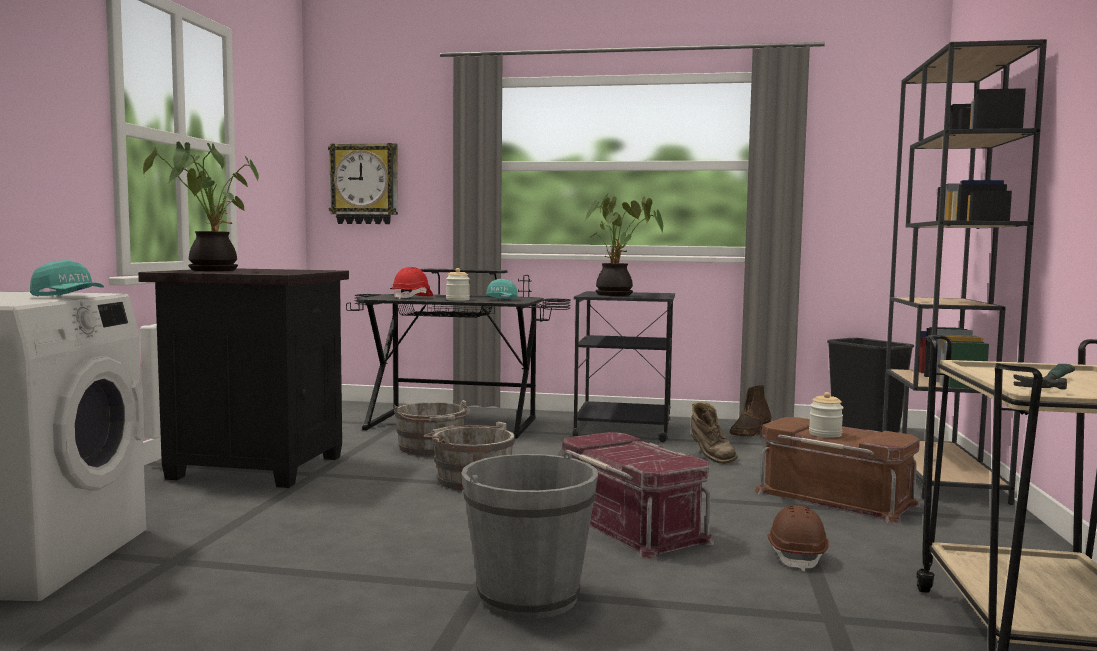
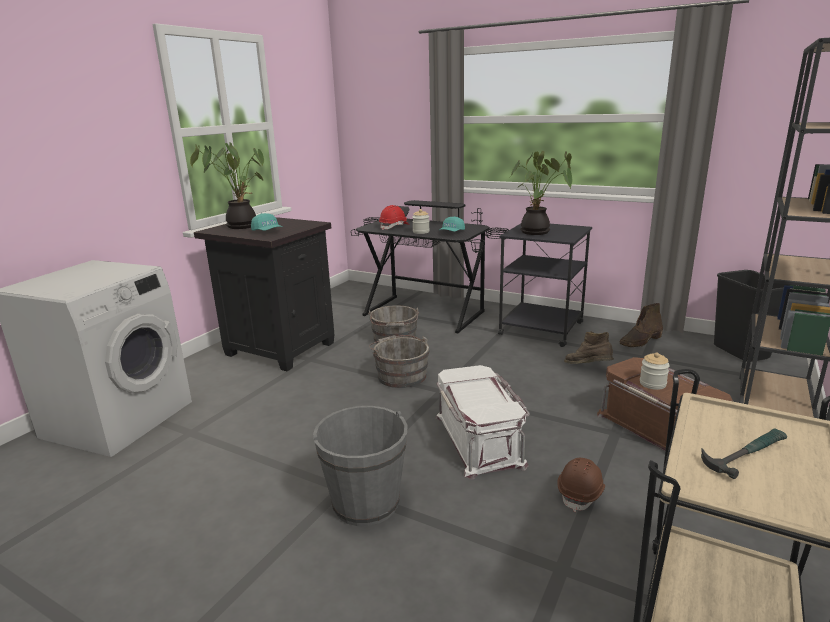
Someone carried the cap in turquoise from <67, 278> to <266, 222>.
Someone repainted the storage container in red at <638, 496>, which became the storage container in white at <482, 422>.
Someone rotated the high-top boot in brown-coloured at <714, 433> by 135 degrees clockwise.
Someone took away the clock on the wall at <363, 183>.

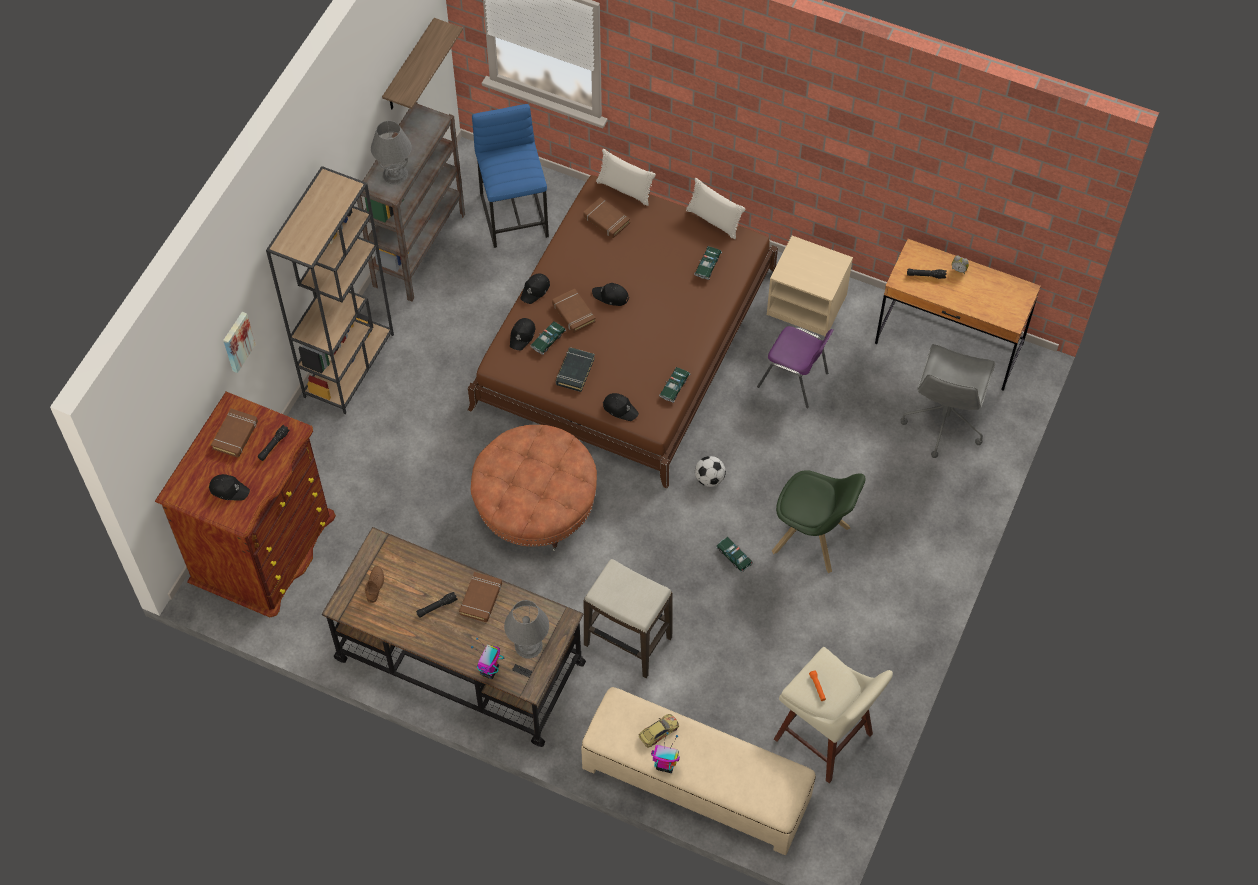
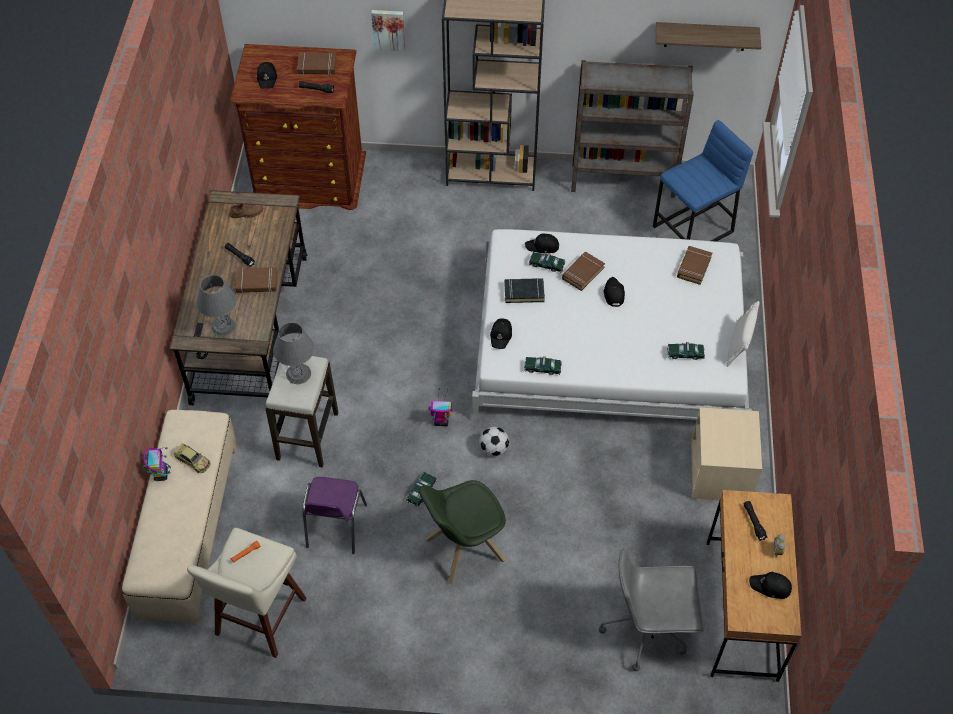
Someone carried the lamp for a table in greyish from <391, 152> to <294, 353>.
Someone carried the plain chair in purplish from <795, 367> to <335, 515>.
Someone rotated the plain chair in greenish at <819, 521> by 60 degrees clockwise.
Someone carried the robot figure from <487, 658> to <440, 407>.
Someone repainted the bed in brown-coloured at <623, 332>, which became the bed in white at <611, 324>.
Someone carried the cap in black from <535, 288> to <770, 585>.
Someone took away the footrest in brown-coloured at <534, 488>.
Someone took away the cushion in white at <626, 177>.

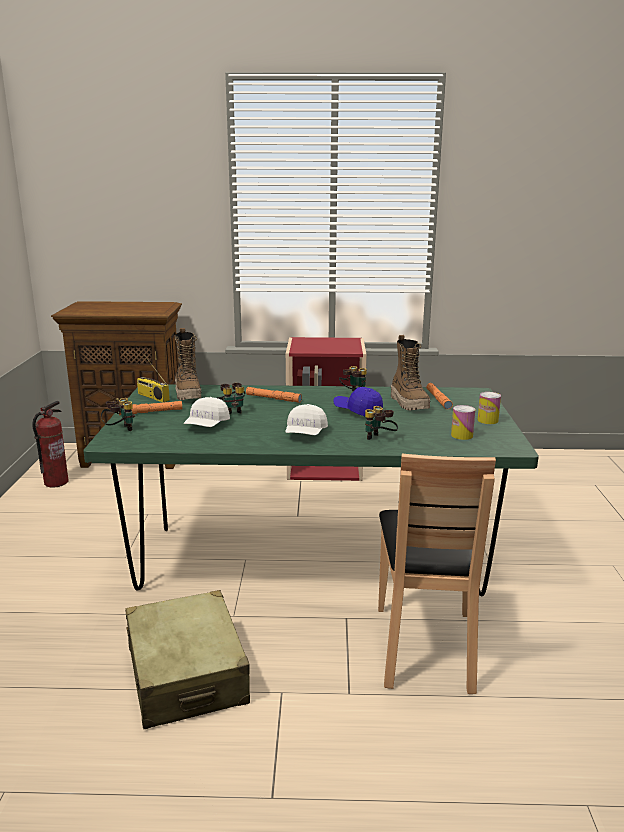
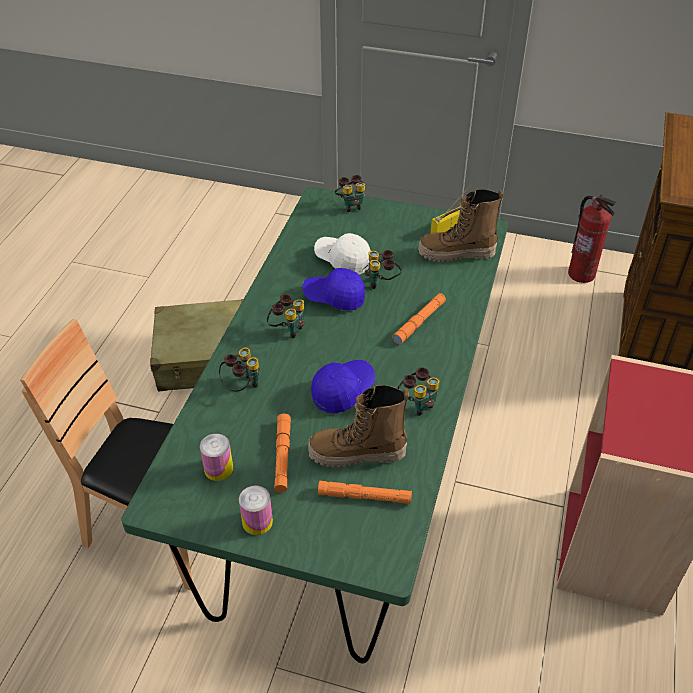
Someone swapped the cap in white at <306, 419> for the field glasses at <286, 316>.
Someone carried the hand torch in orange-coloured from <150, 408> to <282, 453>.
Someone put down the cap in blue at <333, 289>.

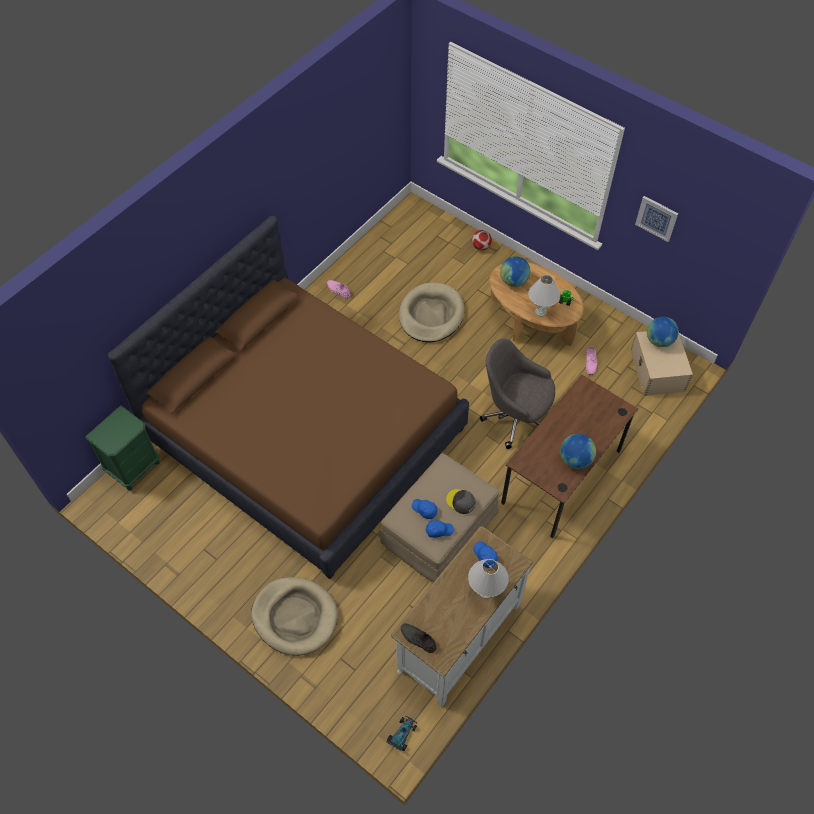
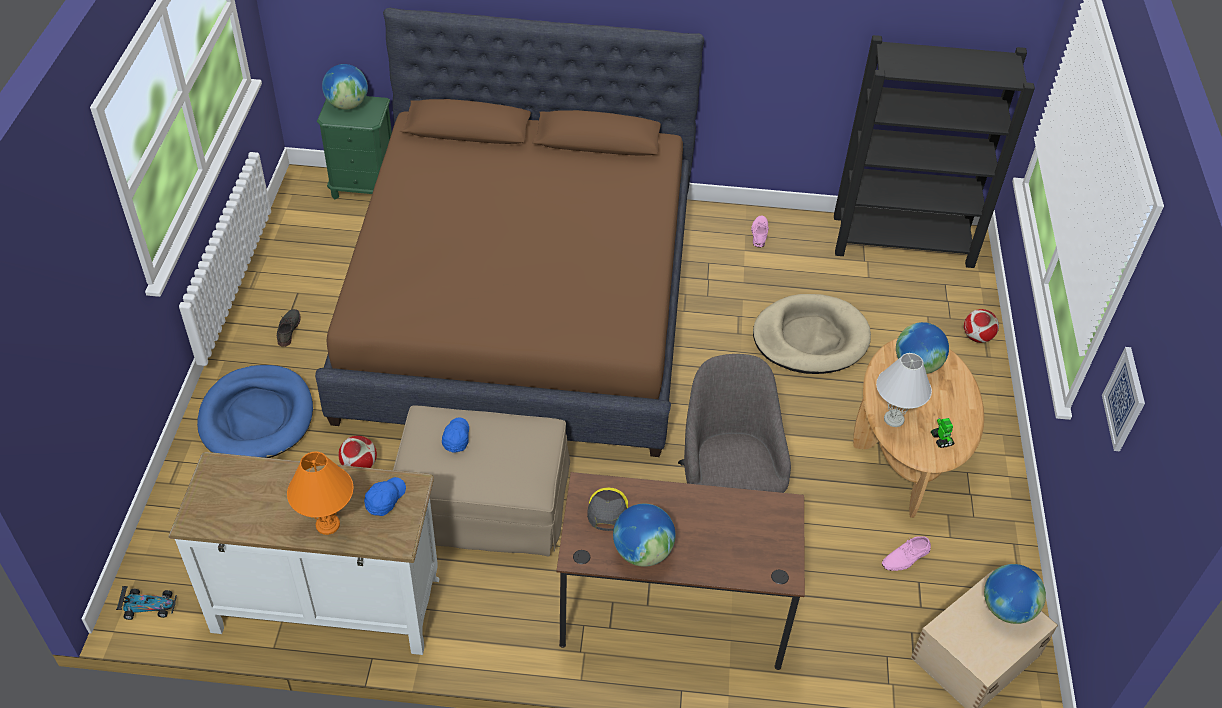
Someone repainted the pet bed in sand-coloured at <294, 616>, which became the pet bed in blue at <255, 411>.
Someone carried the low shoe in greyish from <418, 638> to <289, 328>.
Someone repainted the lamp for a table in white at <488, 579>, which became the lamp for a table in orange-coloured at <320, 493>.
Someone put down the world globe at <345, 87>.
Someone put down the football ball at <357, 452>.
Someone carried the cap in greyish from <460, 501> to <607, 509>.
Someone put down the shelving unit in black at <934, 151>.
Someone took away the cap in blue at <439, 529>.

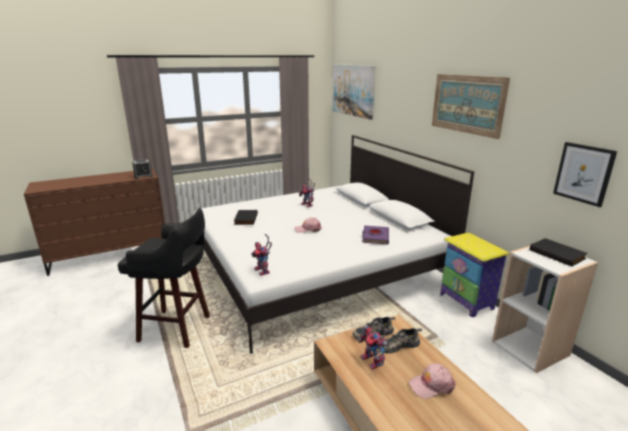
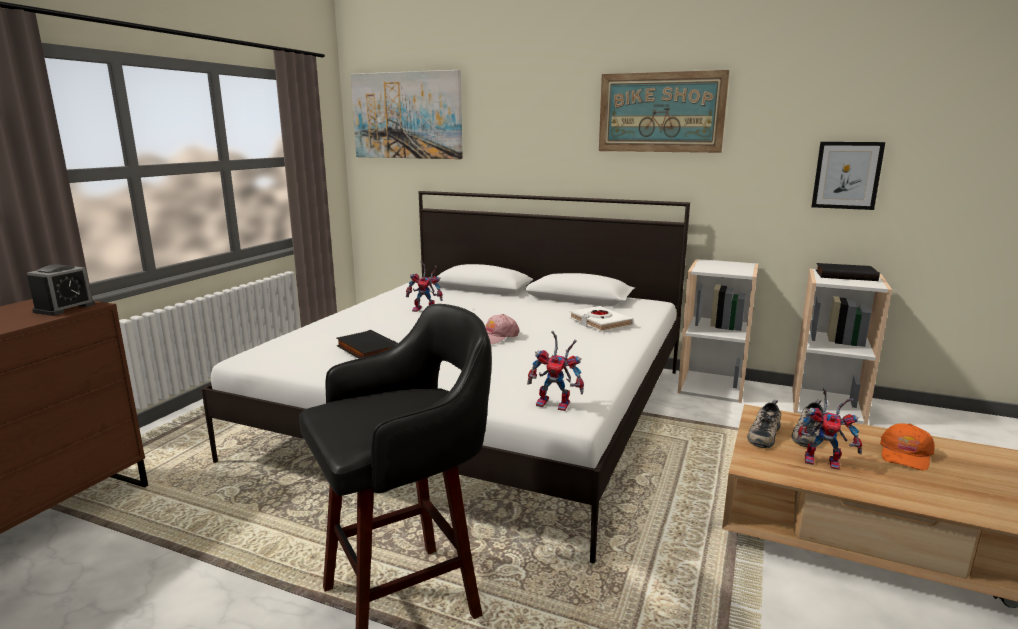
Someone repainted the bound book in purplish at <375, 235>, which became the bound book in white at <601, 318>.
Someone swapped the night table at <474, 275> for the shelving unit at <718, 331>.
Someone repainted the cap in pink at <432, 381>, which became the cap in orange-coloured at <907, 447>.

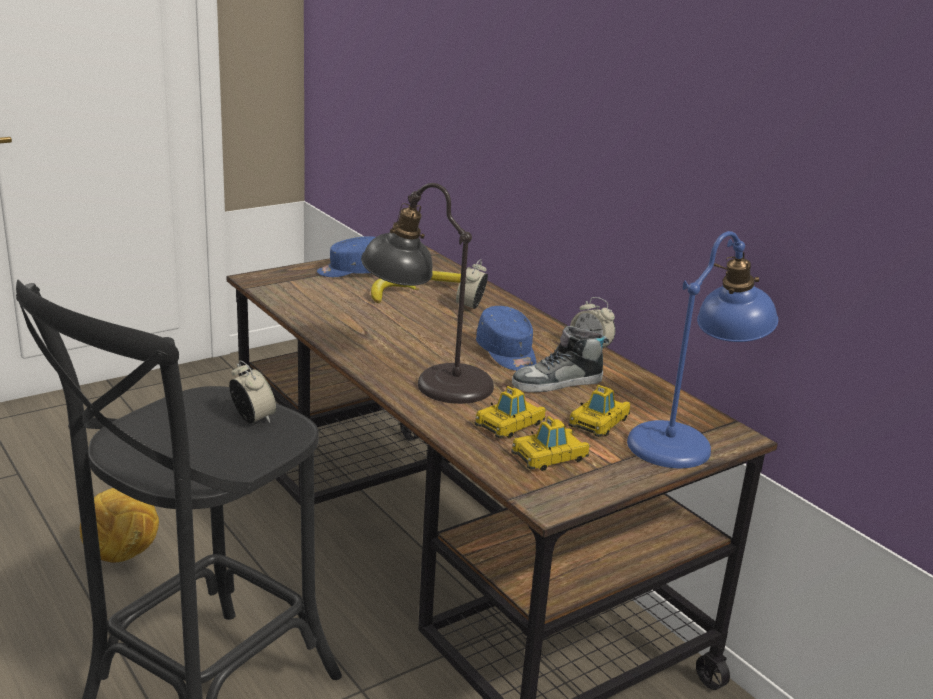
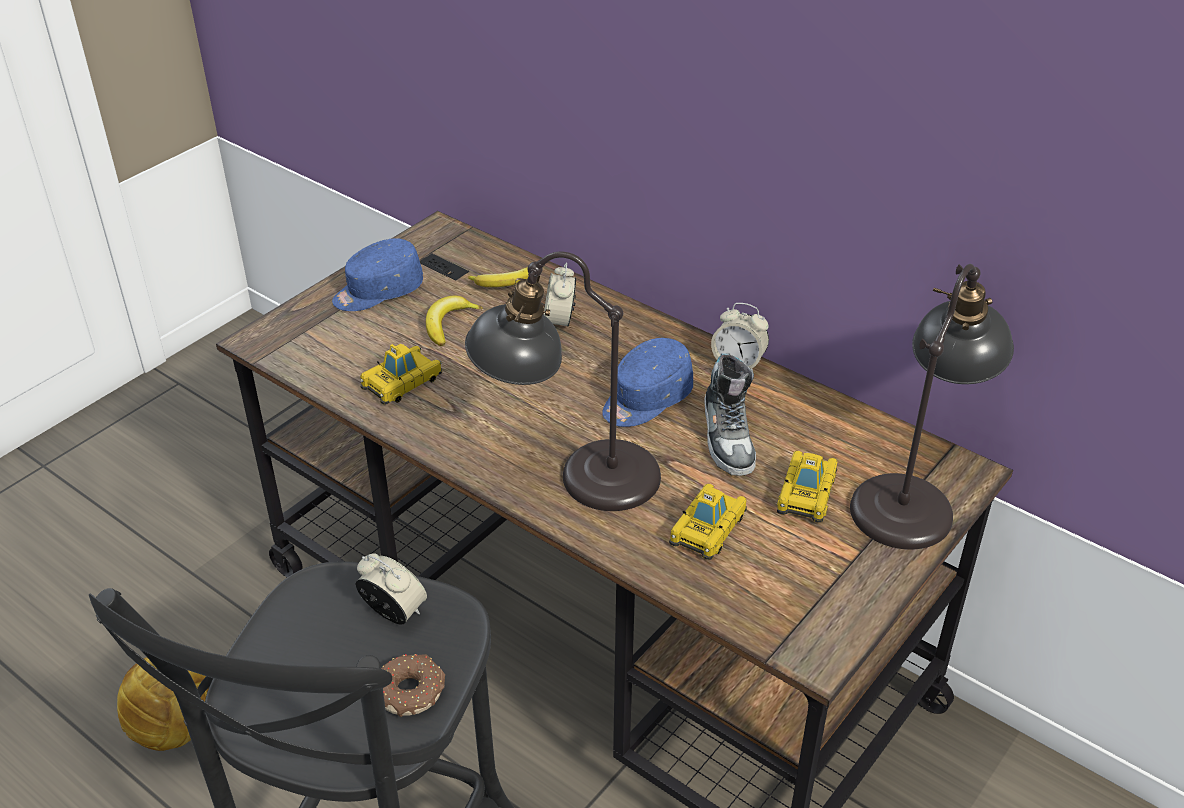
Someone carried the model car from <550, 443> to <401, 374>.
Someone put down the donut at <413, 685>.
Someone rotated the cap in blue at <506, 338> by 90 degrees clockwise.
Someone rotated the low shoe at <560, 359> by 60 degrees counterclockwise.
Someone repainted the lamp for a table in blue at <702, 349>, which became the lamp for a table in greyish at <932, 407>.

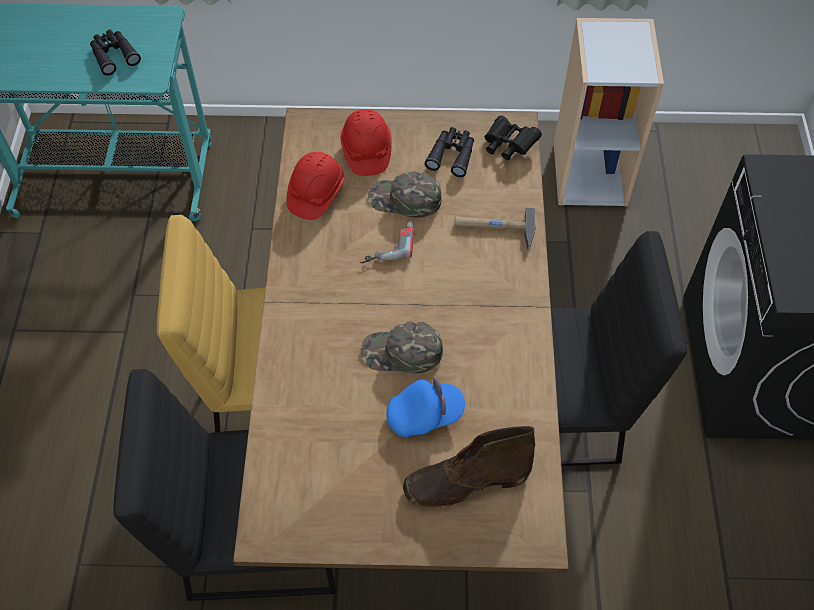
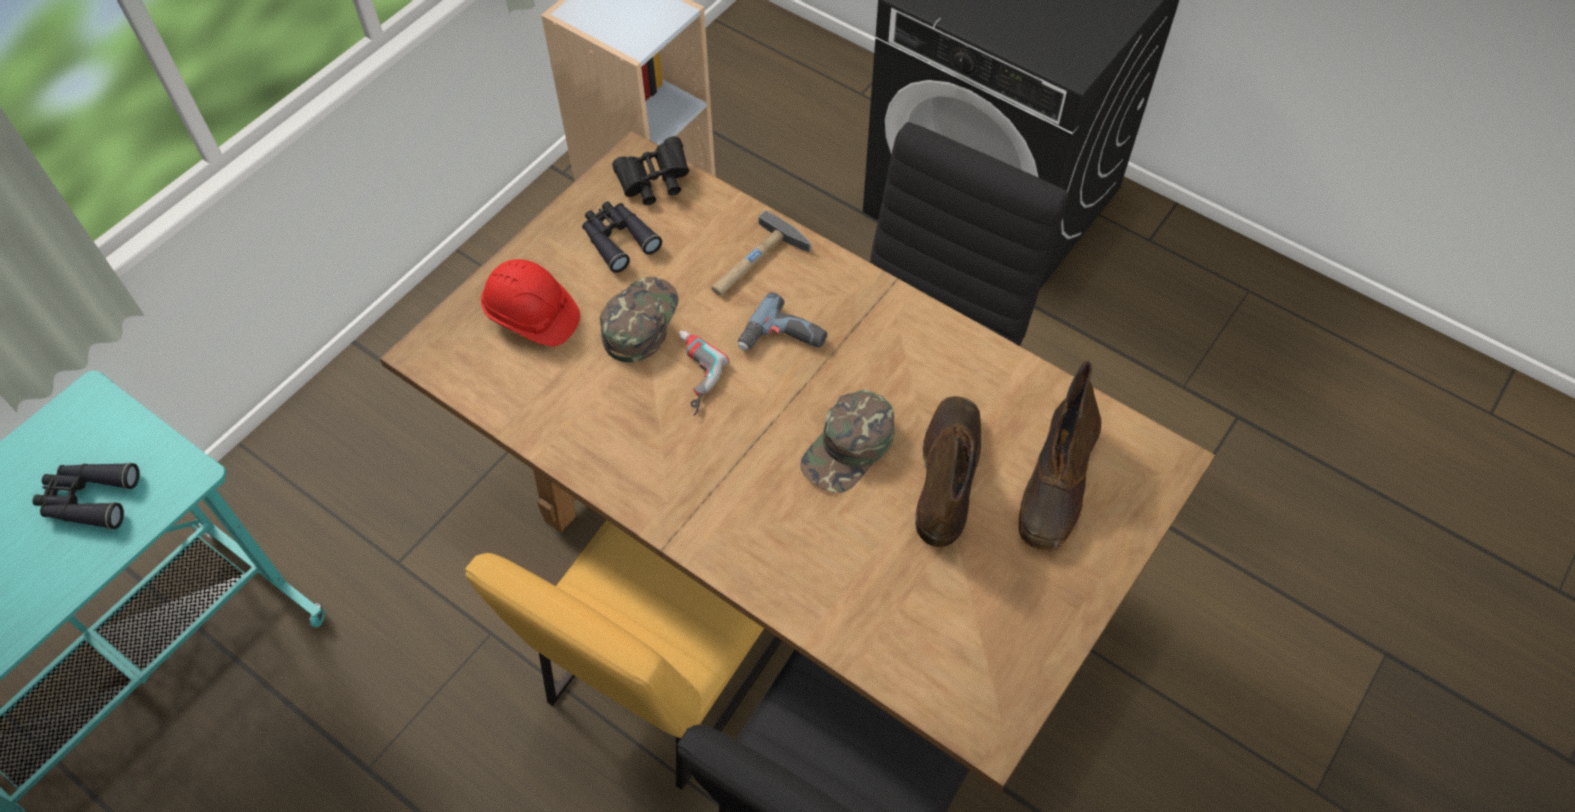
Someone rotated the cap in greenish at <405, 194> by 150 degrees clockwise.
Someone put down the electric drill at <782, 321>.
Someone swapped the cap in blue at <425, 407> for the high-top boot in brown-coloured at <948, 471>.
Someone took away the work helmet in red at <315, 186>.

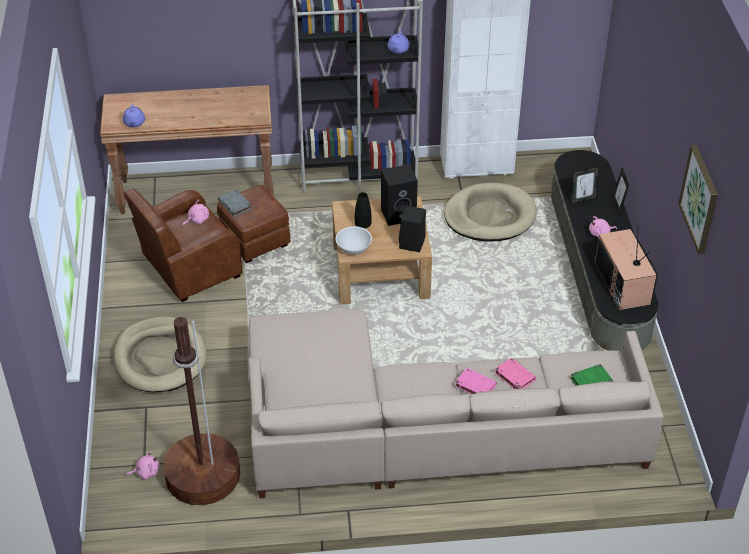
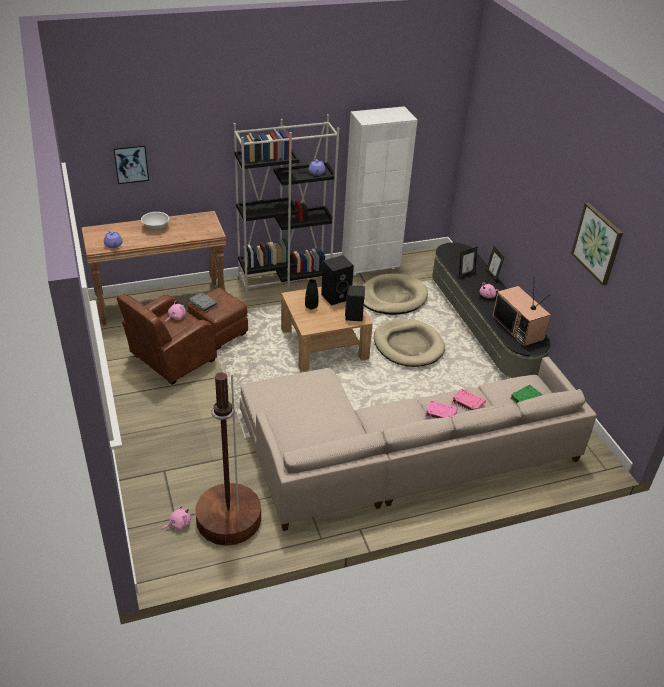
Someone put up the wall picture at <131, 164>.
Someone carried the deep dish in white from <354, 240> to <155, 221>.
Someone carried the pet bed in sand-coloured from <160, 354> to <409, 343>.

